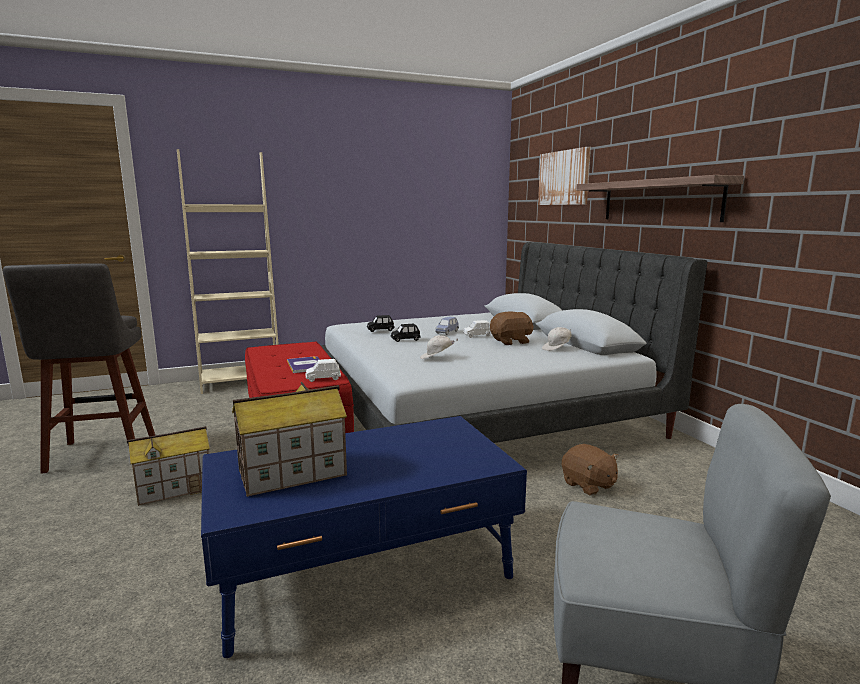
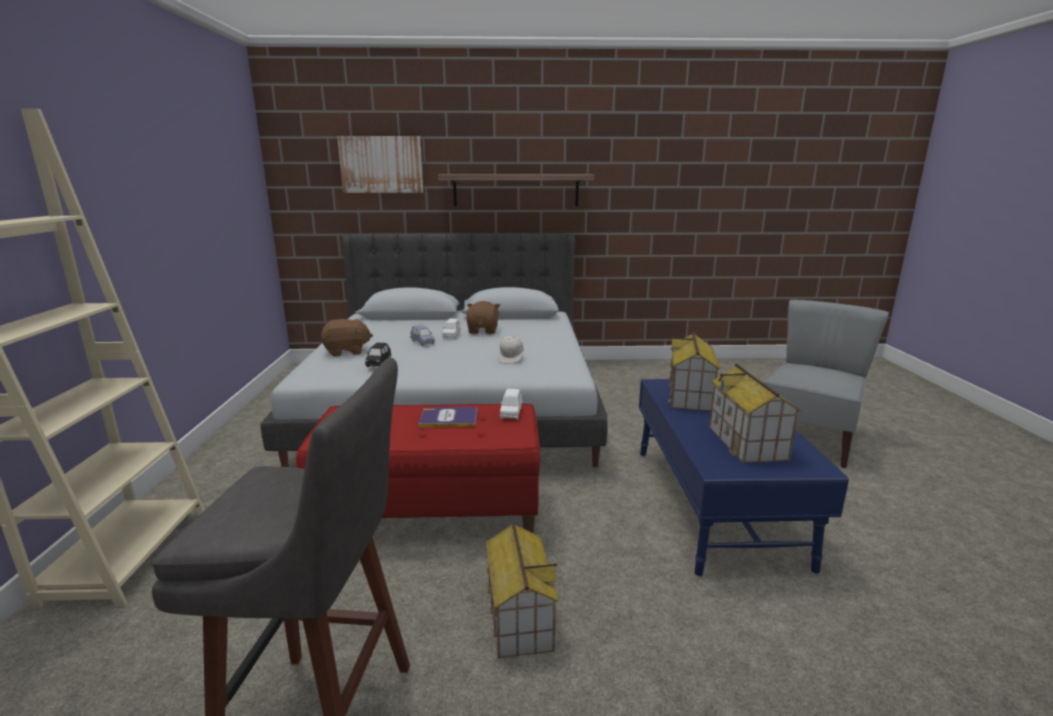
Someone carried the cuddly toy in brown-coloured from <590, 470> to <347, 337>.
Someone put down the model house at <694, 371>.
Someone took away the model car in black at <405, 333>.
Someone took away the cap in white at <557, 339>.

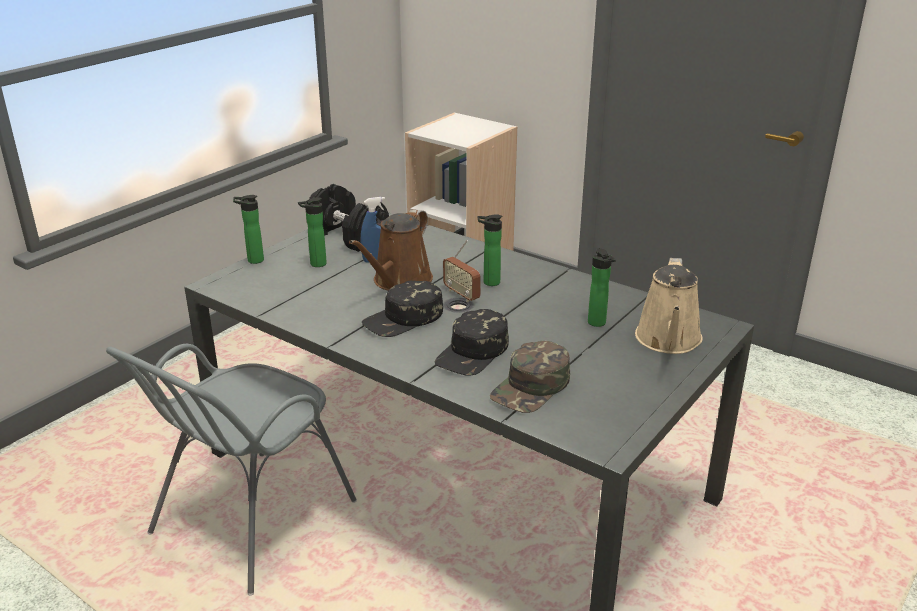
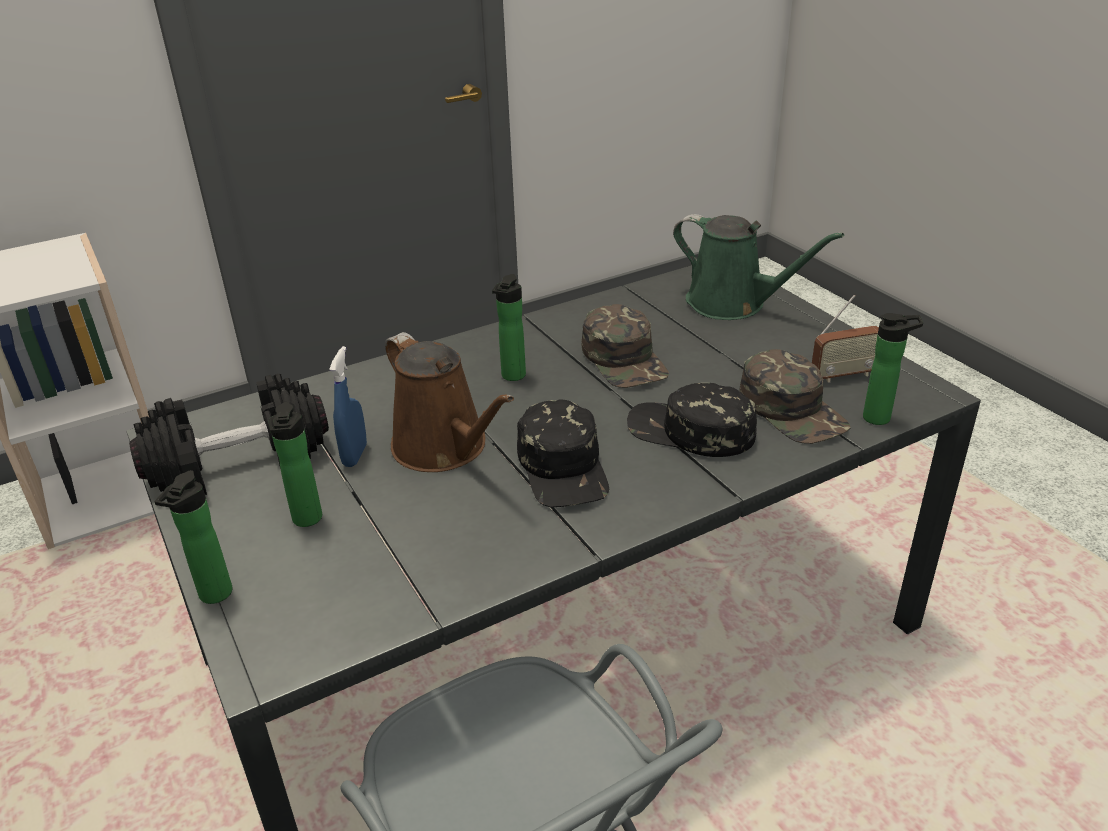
Someone put down the cap in greenish at <625, 346>.
Someone rotated the cap in black at <472, 342> by 150 degrees clockwise.
Someone repainted the watering pot in sand-coloured at <669, 306>, which became the watering pot in greenish at <758, 267>.
Someone carried the radio from <462, 271> to <845, 339>.
Someone carried the beverage bottle from <601, 287> to <893, 369>.

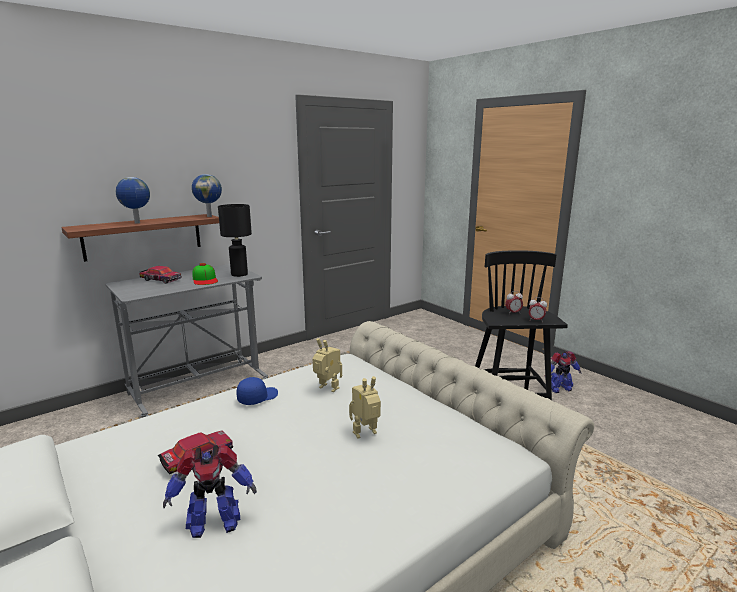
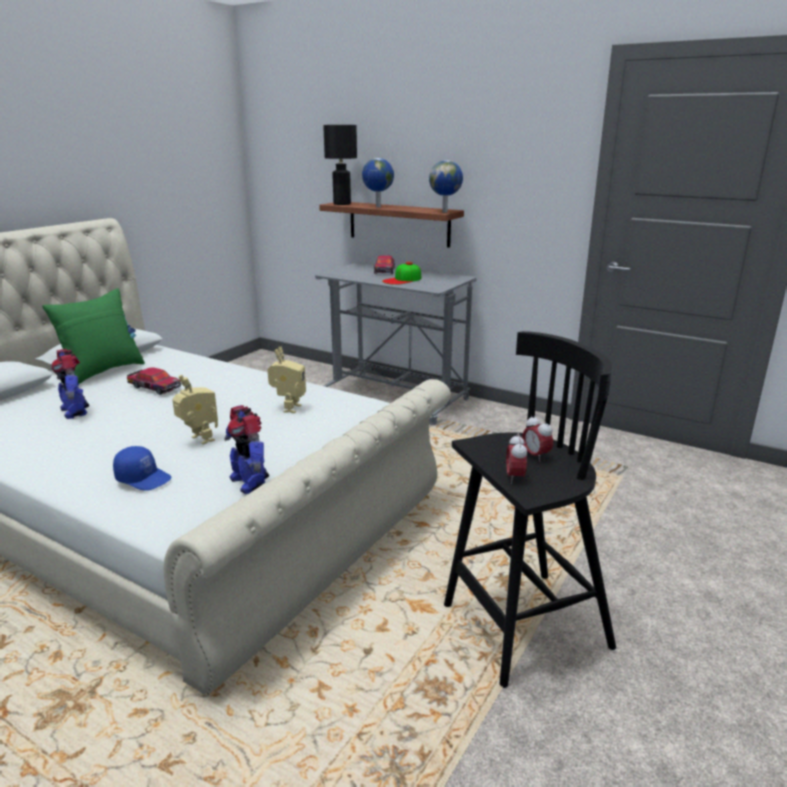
Someone put down the cushion in greenish at <93, 336>.
Someone carried the cap in blue from <257, 391> to <142, 468>.
Someone carried the robot figure from <566, 372> to <246, 449>.
Someone carried the lamp for a table in black from <235, 240> to <340, 165>.

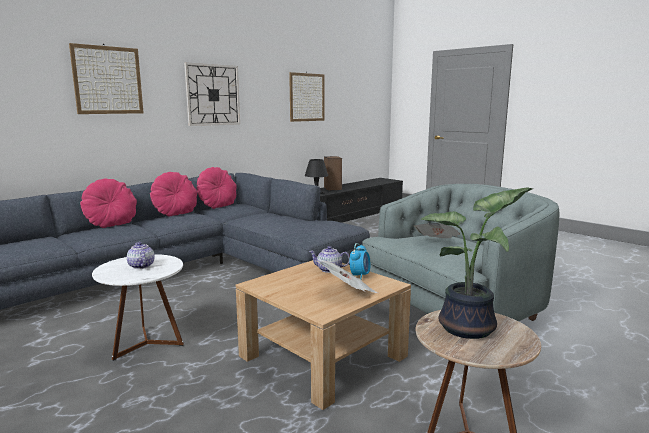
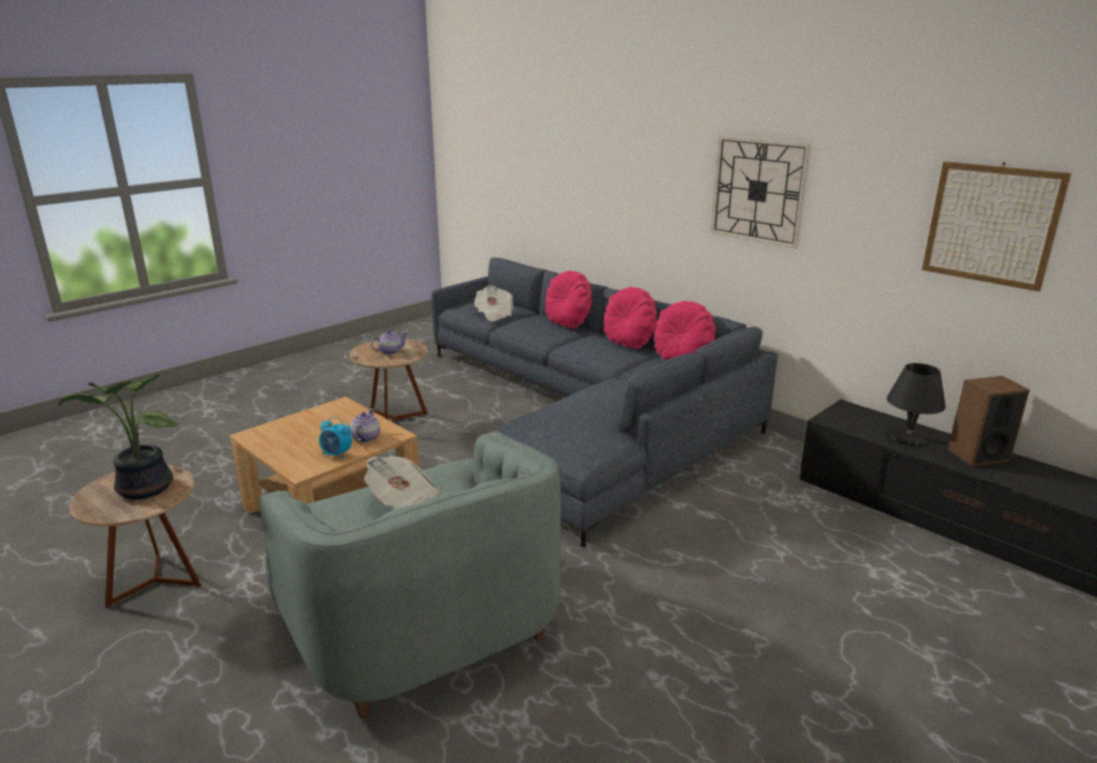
Someone repainted the side table in white at <138, 307>, which became the side table in brown-coloured at <389, 381>.
Someone carried the printed paper from <347, 277> to <493, 303>.
Someone took away the wall picture at <106, 78>.

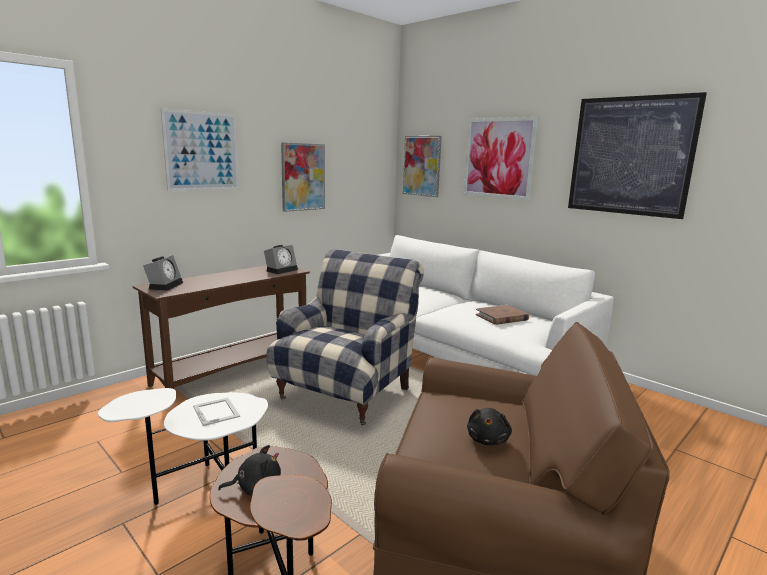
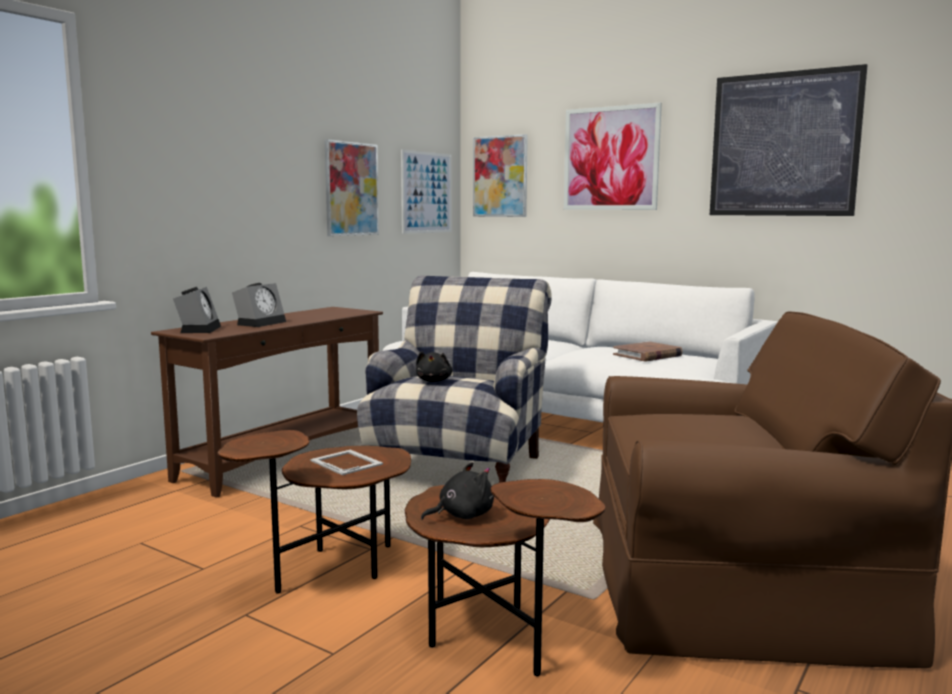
Someone repainted the side table in white at <183, 446>, which became the side table in brown-coloured at <314, 512>.
Someone carried the table clock from <281, 259> to <259, 305>.
Someone carried the wall picture from <200, 149> to <426, 192>.
Someone carried the cuddly toy in black from <489, 426> to <434, 366>.

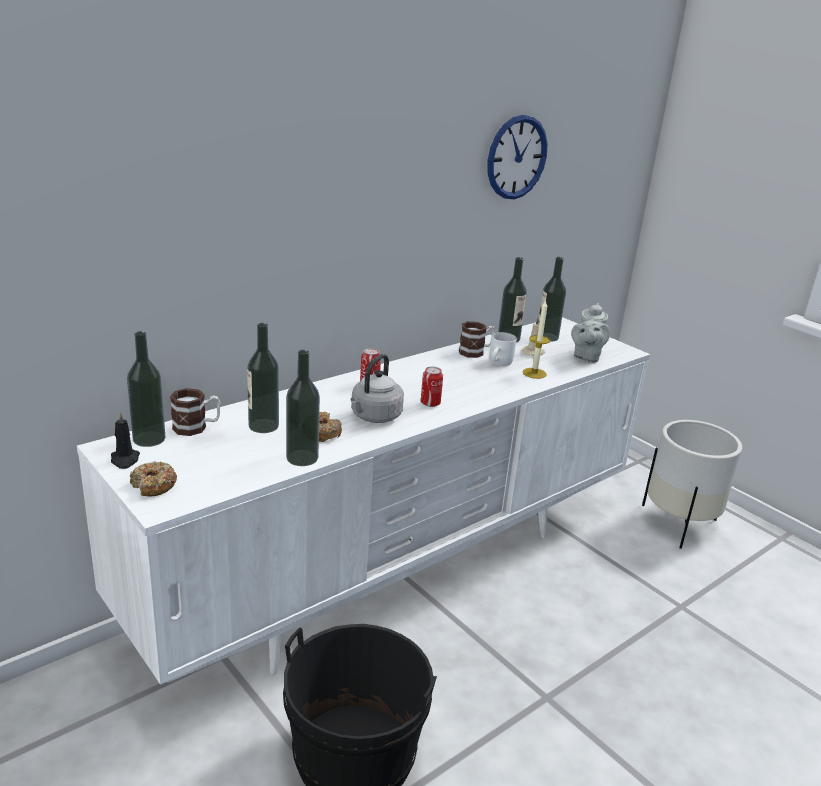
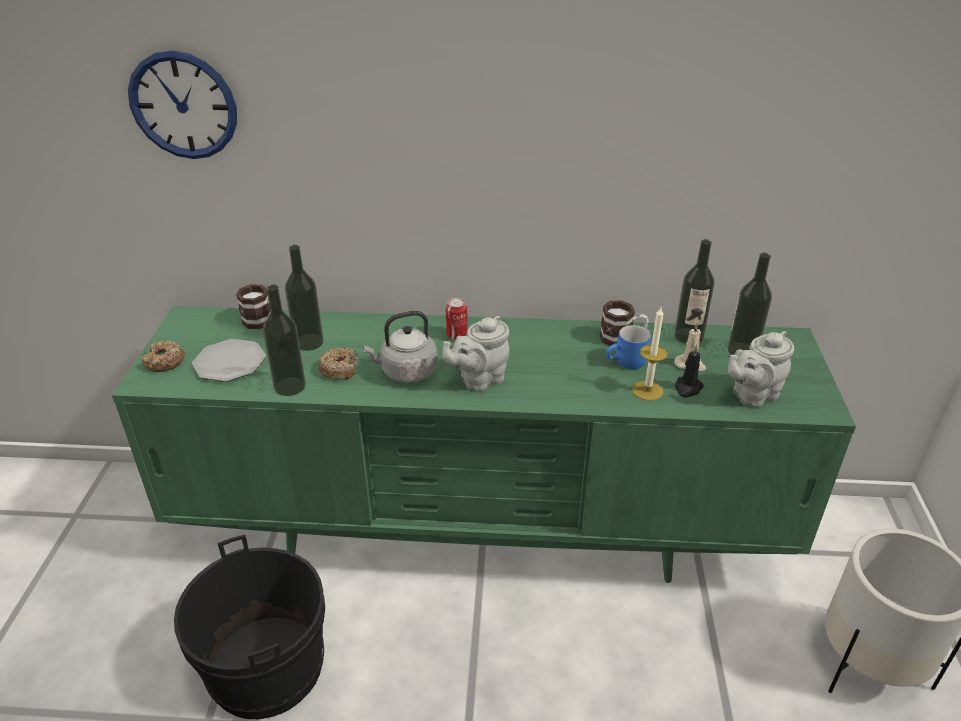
Someone repainted the cupboard in white at <363, 501>, which became the cupboard in greenish at <484, 444>.
Someone carried the clock on the wall from <517, 157> to <182, 104>.
Someone put down the flat dish at <229, 360>.
Someone swapped the metal can at <432, 387> for the pot for tea in greyish at <475, 354>.
Someone repainted the tea mug in white at <503, 349>, which became the tea mug in blue at <628, 347>.
Someone carried the wax light in black from <125, 440> to <689, 371>.
Someone took away the beverage bottle at <146, 389>.

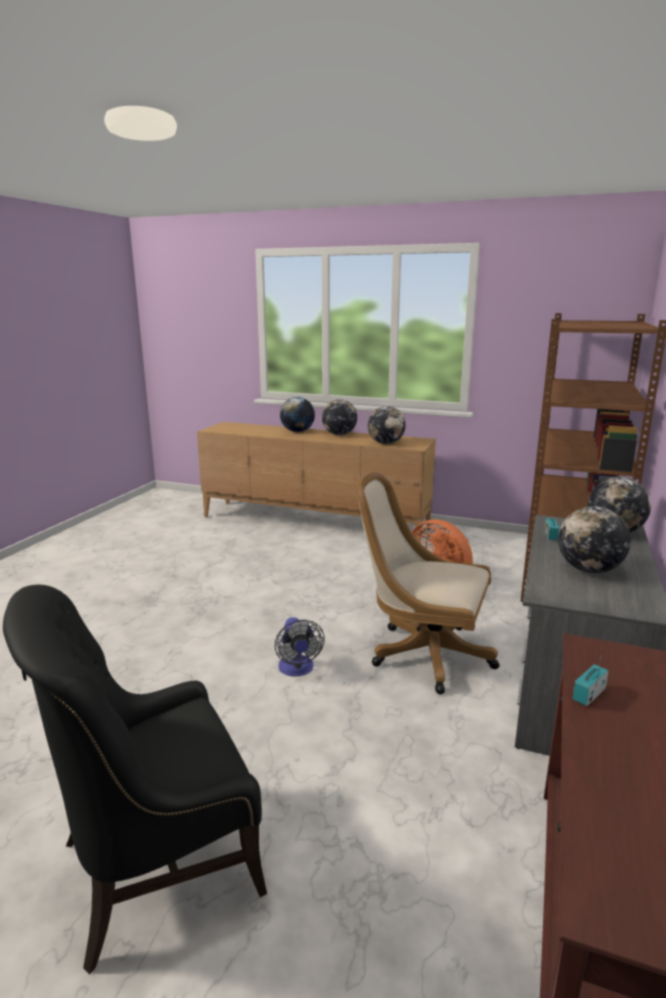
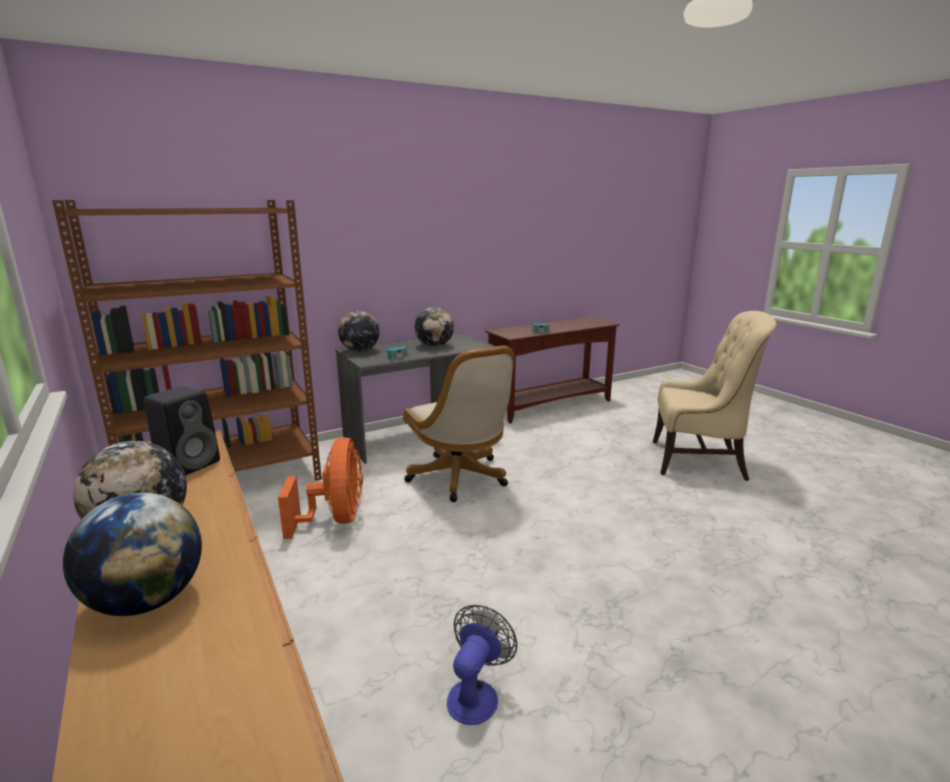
Someone swapped the world globe at <387, 425> for the loudspeaker in black at <182, 431>.
Someone carried the electric fan from <300, 646> to <482, 665>.
Someone repainted the plain chair in black at <135, 780>, which became the plain chair in sand-coloured at <715, 396>.

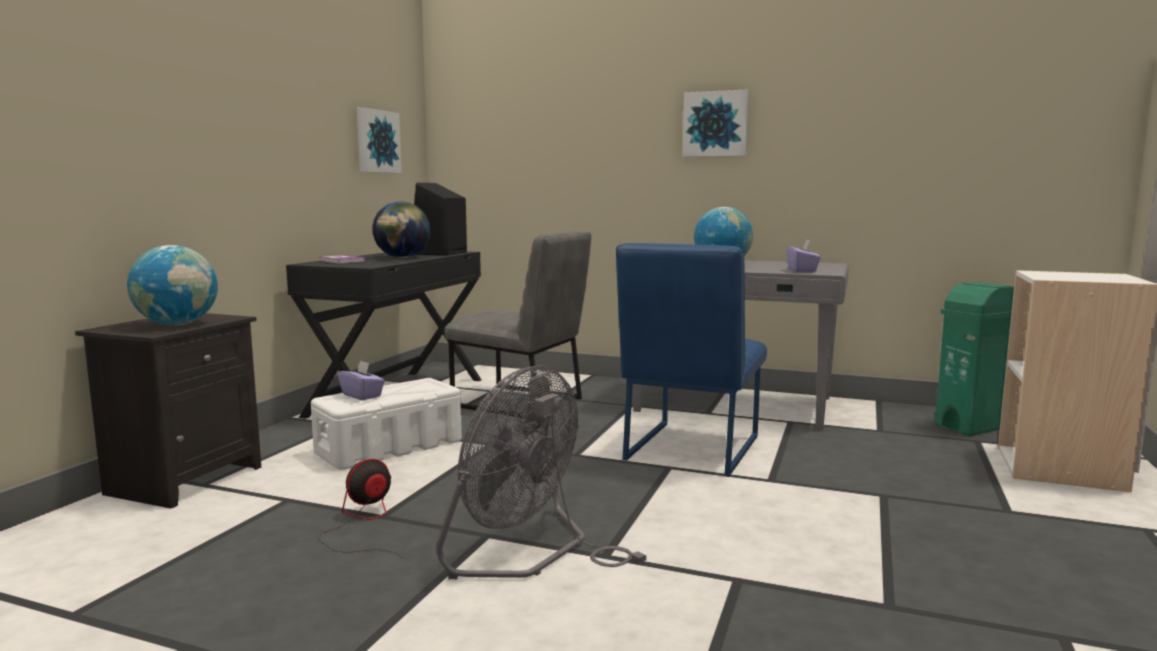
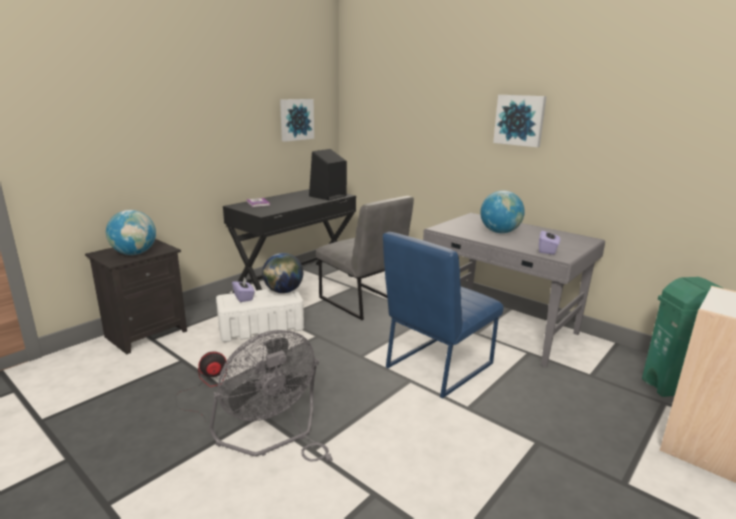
Someone carried the world globe from <401, 229> to <282, 273>.

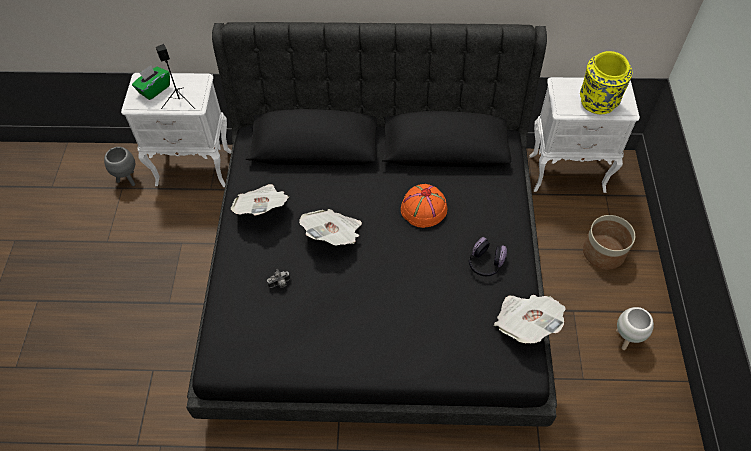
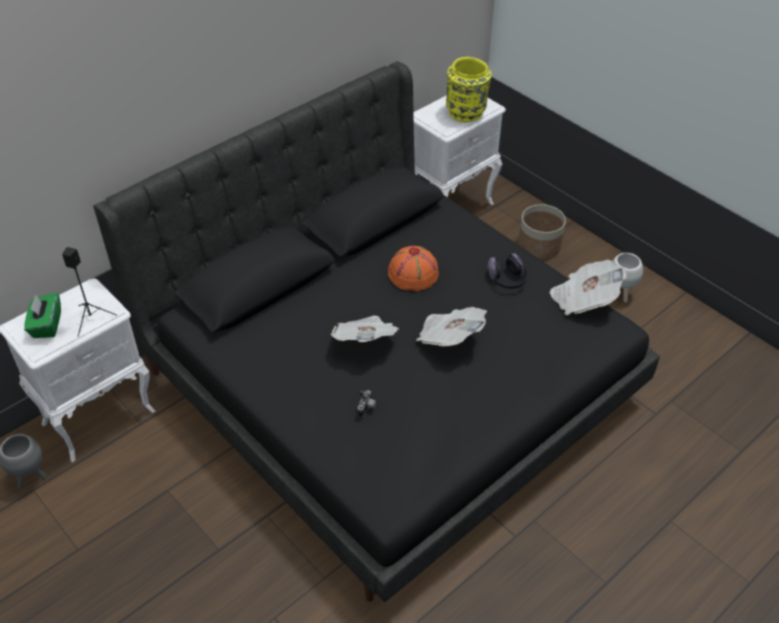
Someone carried the printed paper from <259, 199> to <451, 326>.

